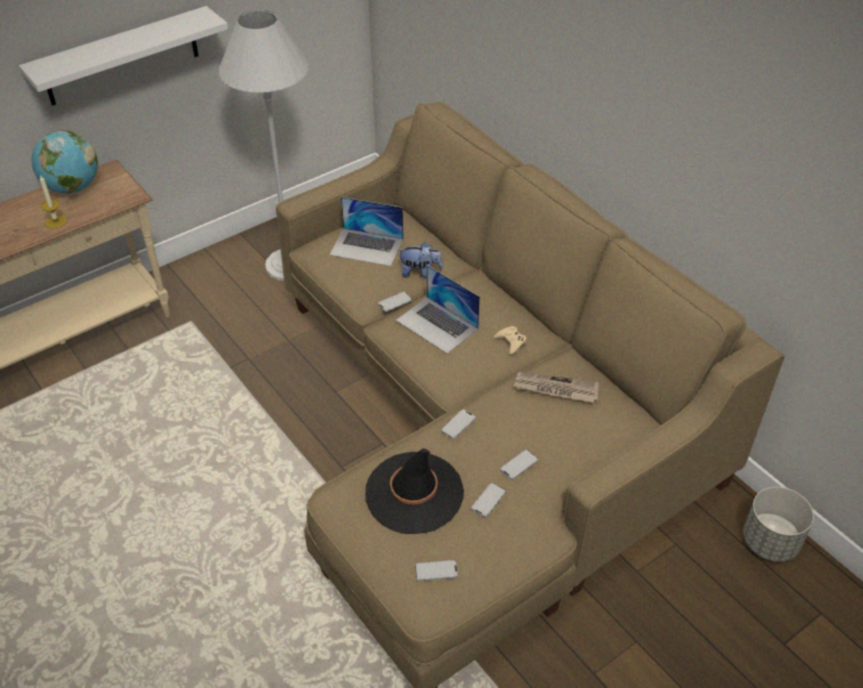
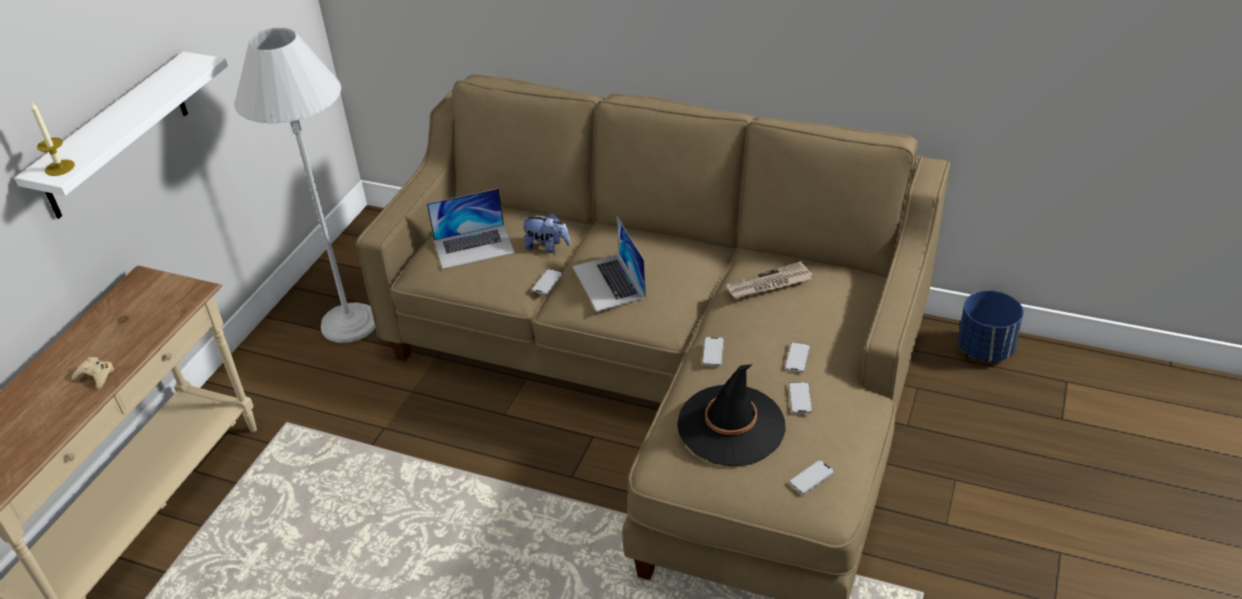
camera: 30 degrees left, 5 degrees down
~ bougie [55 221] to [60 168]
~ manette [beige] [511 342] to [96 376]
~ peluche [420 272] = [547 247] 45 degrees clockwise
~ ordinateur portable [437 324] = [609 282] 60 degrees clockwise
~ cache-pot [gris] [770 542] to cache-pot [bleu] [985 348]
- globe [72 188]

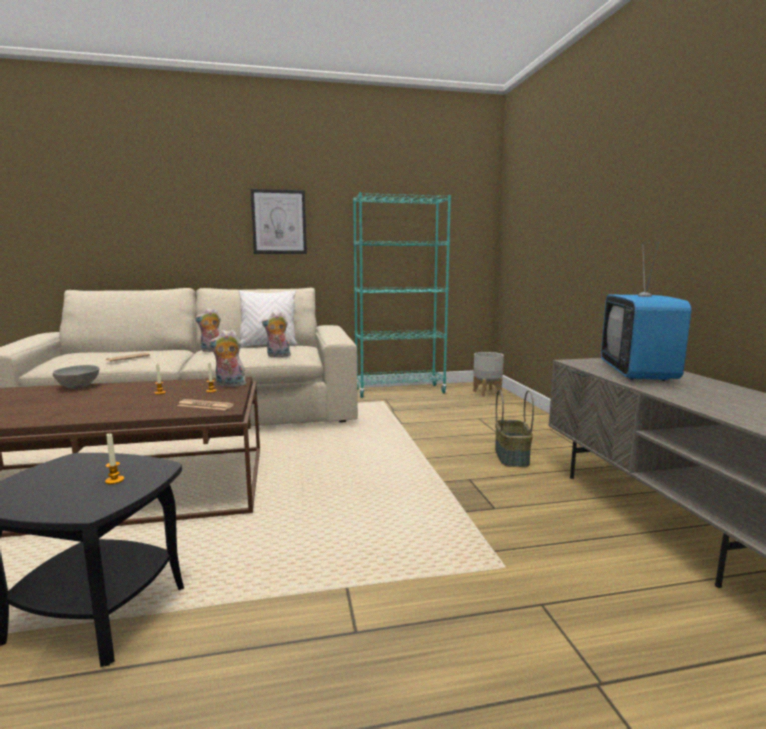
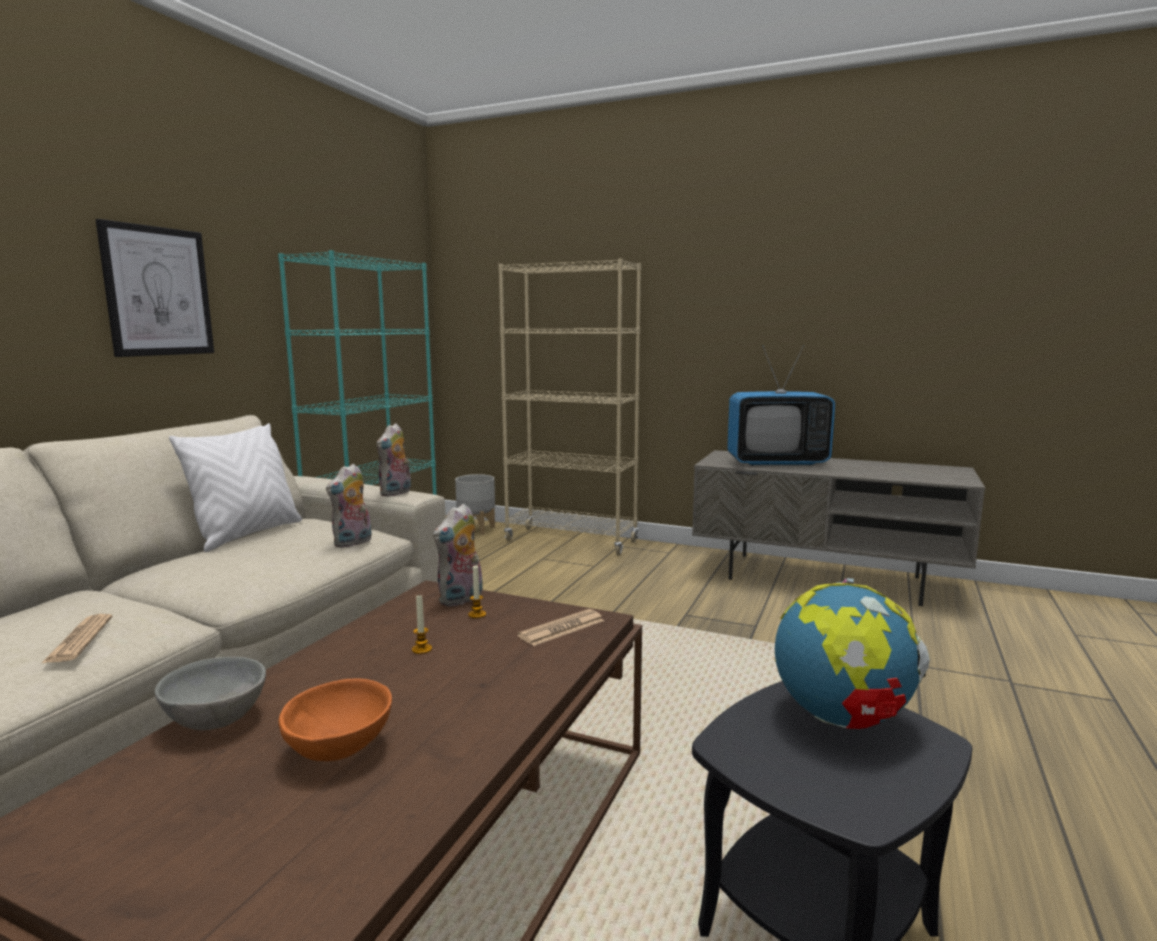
camera: 55 degrees left, 0 degrees up
+ bol [orange] [341 750]
~ peluche [212 351] to [396 493]
+ bibliothèque [beige] [571 541]
~ téléviseur [637 373] = [777 462] 45 degrees counterclockwise
~ bougie [114 480] to globe [842 719]
- panier [512 457]

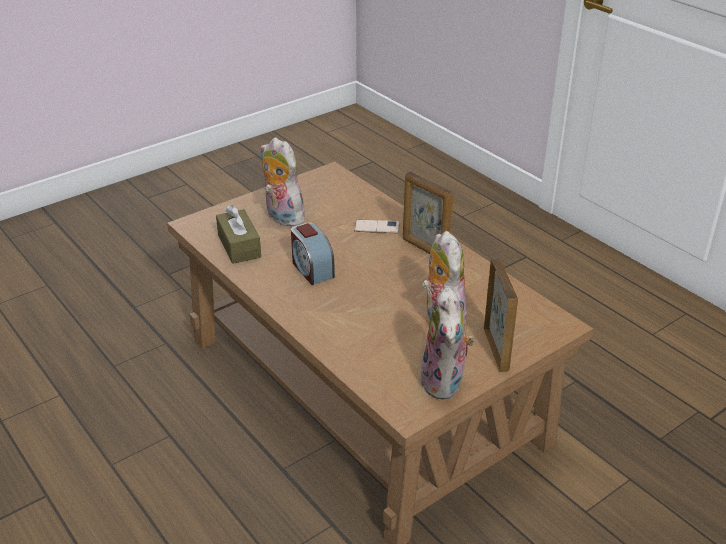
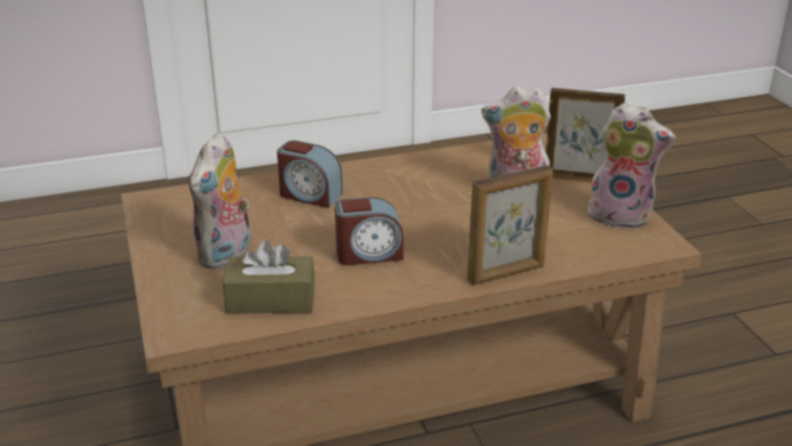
camera: 70 degrees left, 5 degrees down
~ peluche [282 217] = [226 255] 45 degrees counterclockwise
~ téléphone [377 227] to réveil [309 195]
~ cadre photo [424 249] to [507 273]

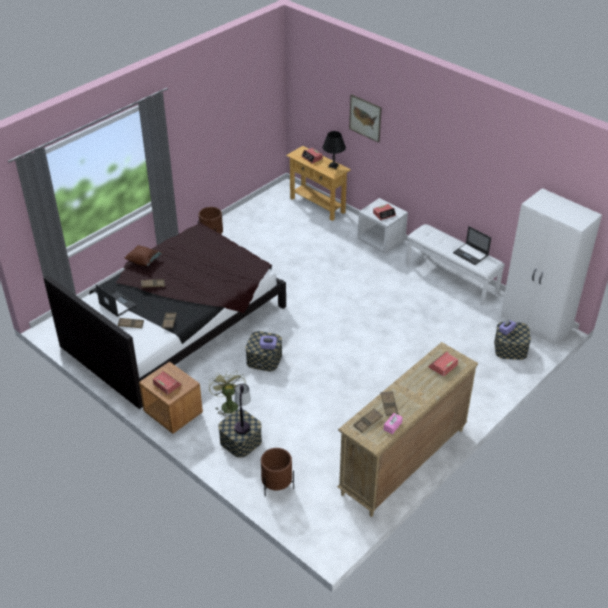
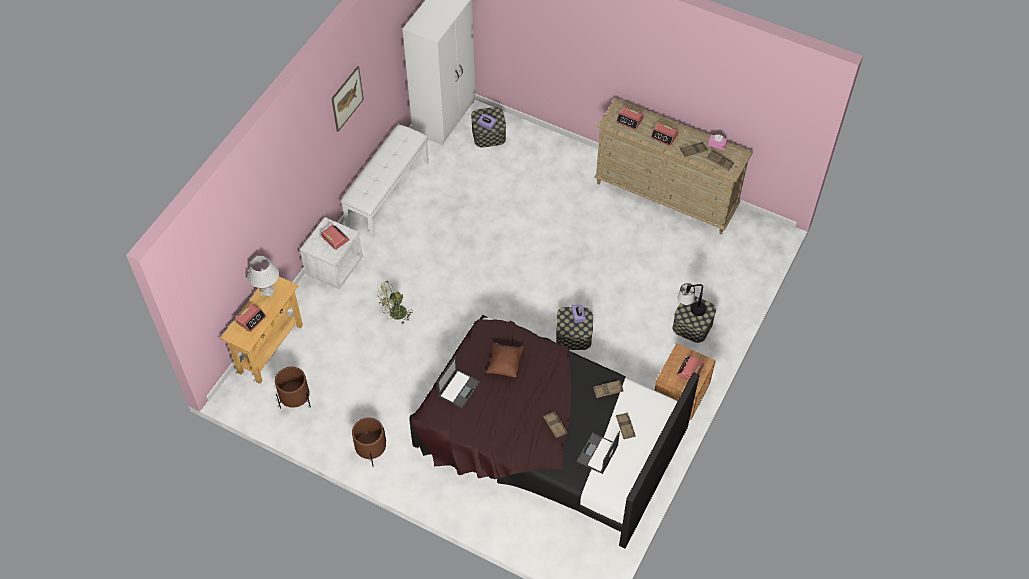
camera: 105 degrees left, 15 degrees up
~ lampe de table [noir] [333 166] to lampe de table [blanc] [267 291]
~ cache-pot [marron] [277 486] to [295 400]
~ tableau [365 118] to [347 98]
~ ventilateur [vert] [228 404] to [394 315]
~ ordinateur portable [471 254] to [459 388]
~ coussin [marron] [144 261] to [505 364]
+ réveil [664 136]

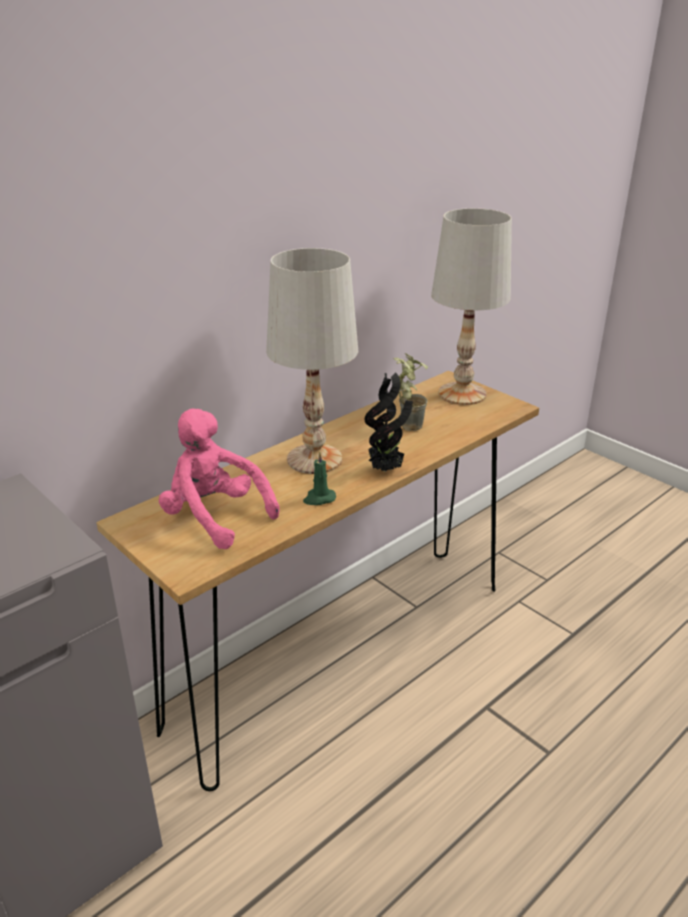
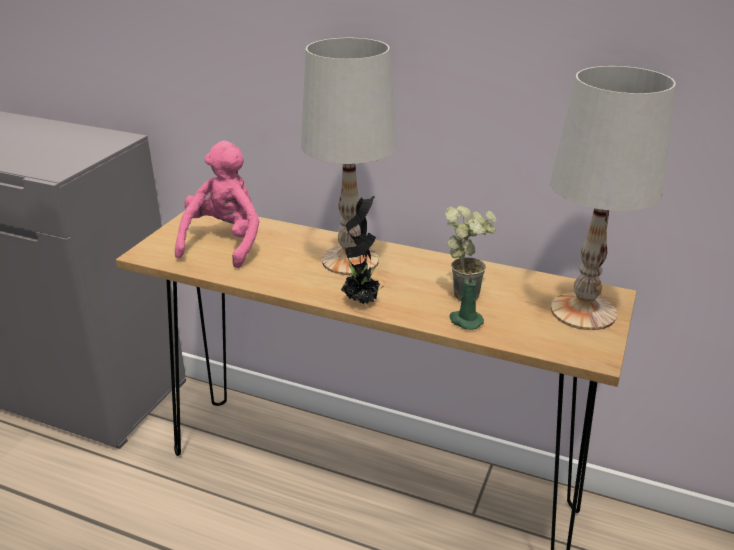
camera: 65 degrees right, 0 degrees up
~ bougie [vert] [319 498] to [465 321]

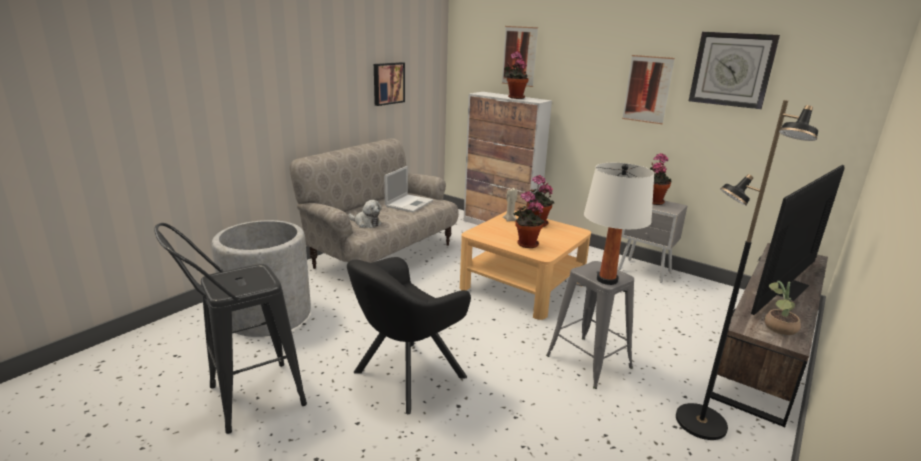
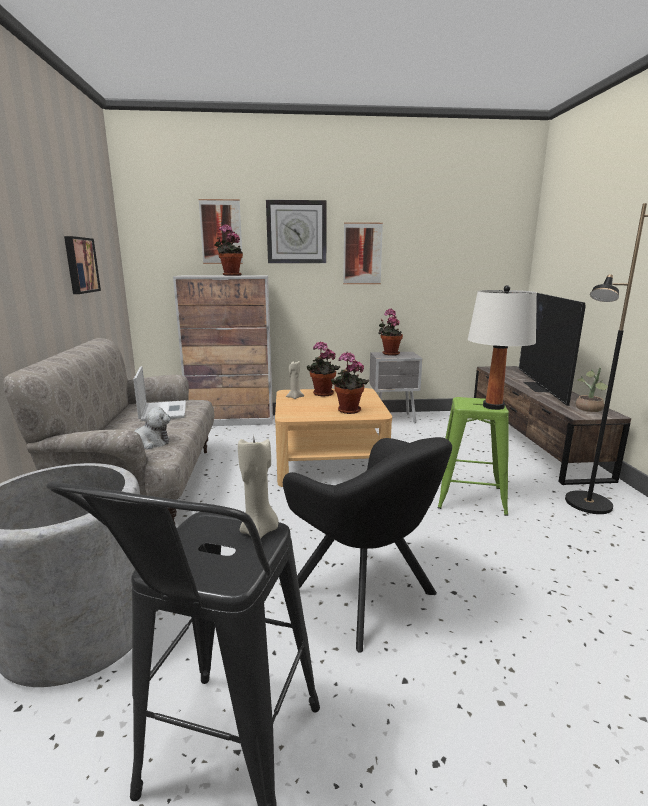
camera: 40 degrees left, 5 degrees down
+ bougie [beige] [259 531]
~ horloge murale [732 69] to [296 232]
~ fauteuil [noir] [404 377] = [367 597] 45 degrees counterclockwise
~ tabouret [gris] [589 362] to tabouret [vert] [470 498]

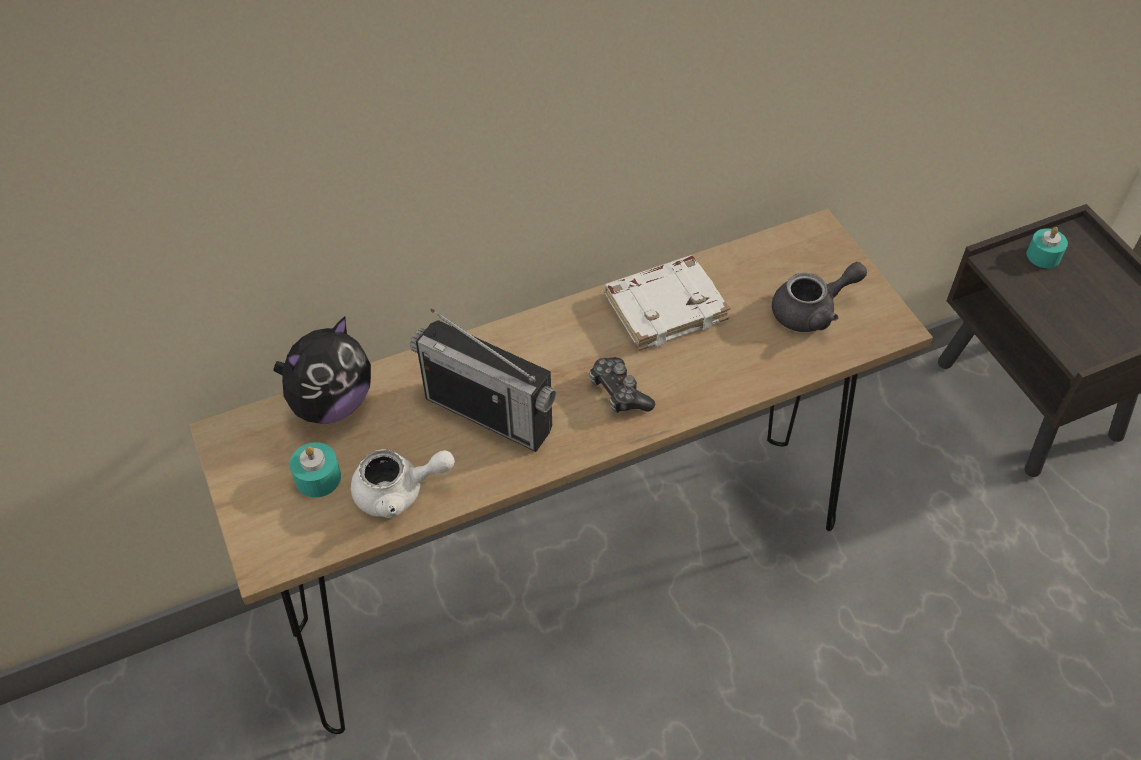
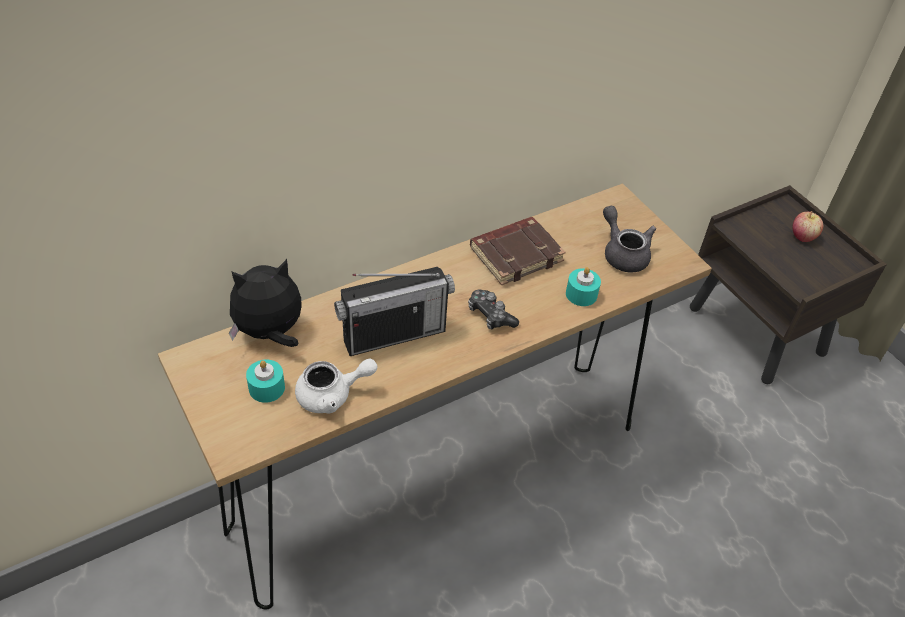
camera: 10 degrees left, 5 degrees down
~ peluche [331 403] = [270 333] 150 degrees counterclockwise
~ radio [489 413] = [394 334] 45 degrees counterclockwise
~ livre [blanc] [666 306] to livre [marron] [516 254]
~ bougie [turquoise] [1043 256] to [581 294]
~ théière [gris] [812 311] = [623 253] 90 degrees counterclockwise
+ pomme [802 237]

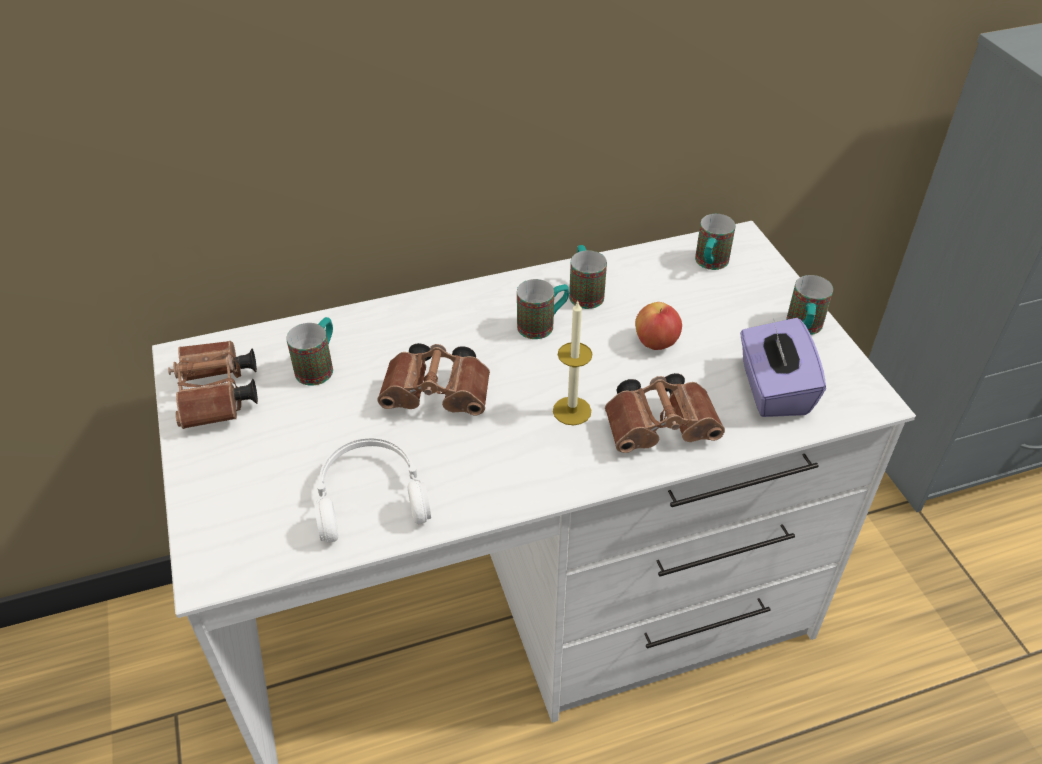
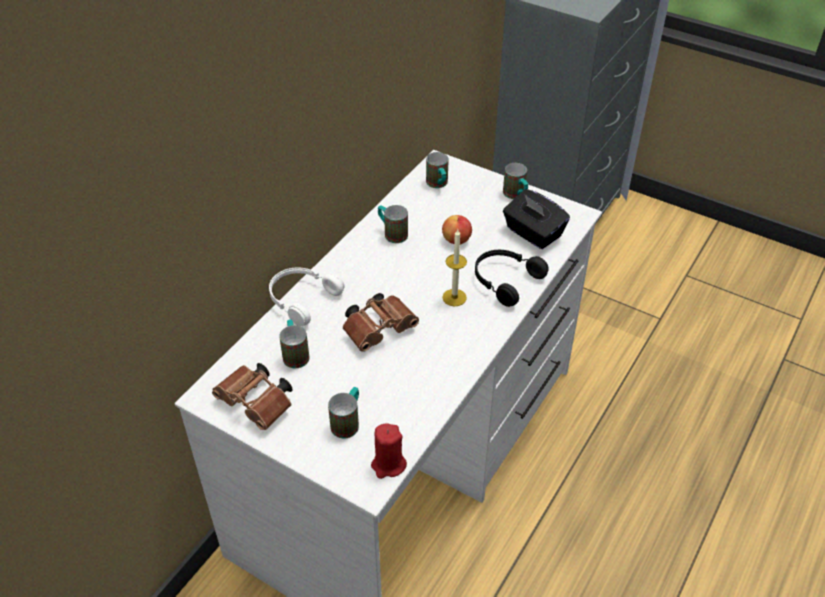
camera: 40 degrees left, 0 degrees up
~ casque audio [blanc] [370 496] to [301 299]
~ mug [543 325] to [348 422]
+ bougie [rouge] [388 465]
~ jumelles [marron] [663 428] to casque audio [noir] [505 280]
~ boîte à mouchoirs [violet] [773 389] to boîte à mouchoirs [noir] [533 233]

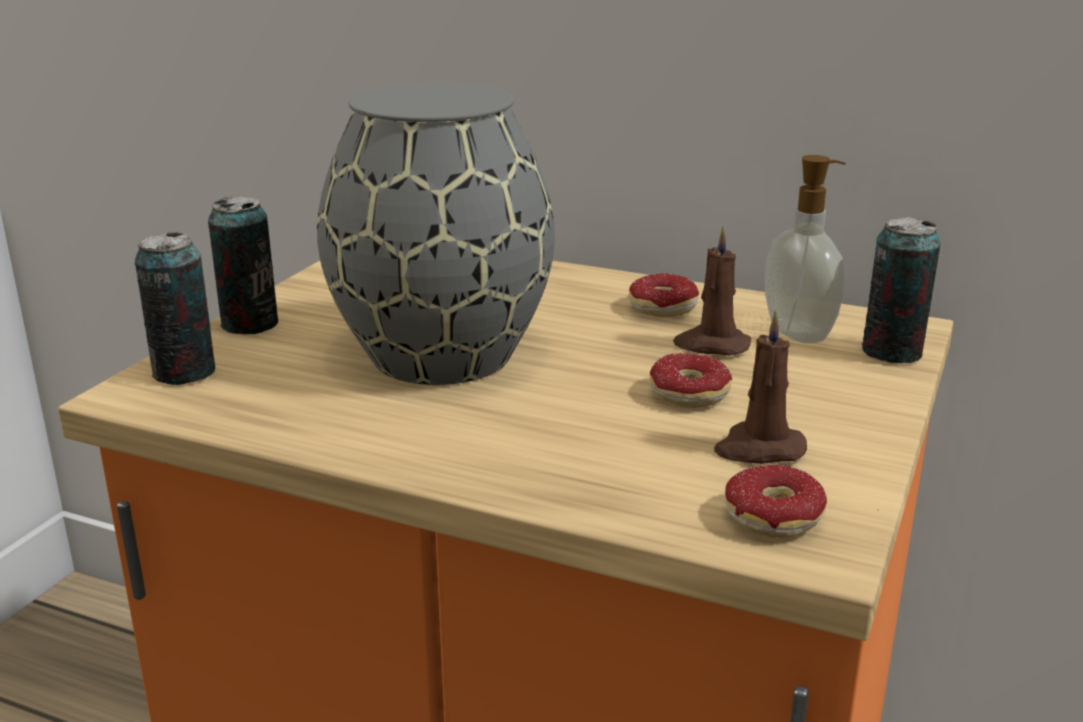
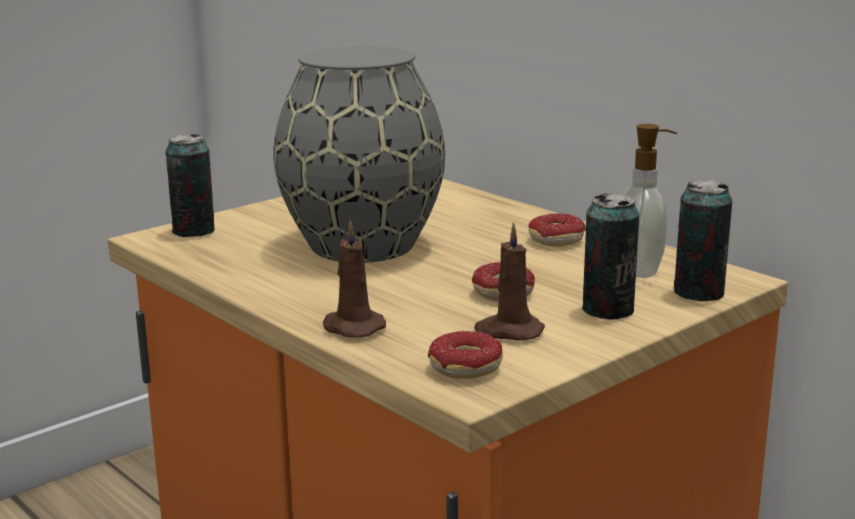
camera: 25 degrees right, 5 degrees down
~ bougie [marron] [711 345] to [351 327]
~ boîte métallique [250 324] to [607 310]

